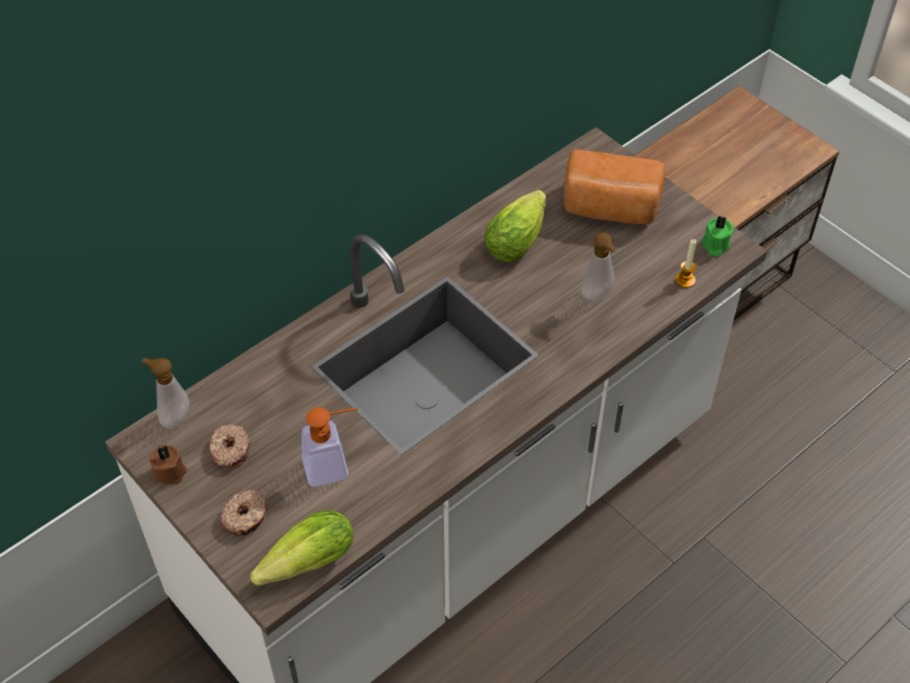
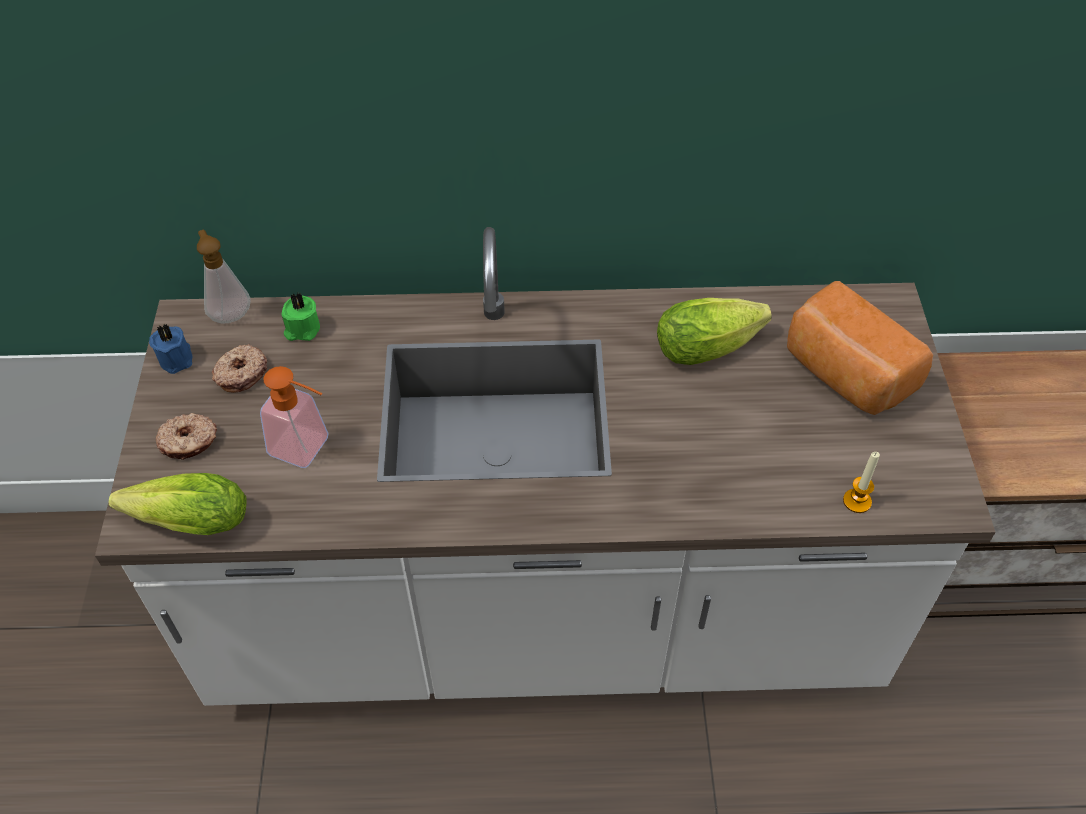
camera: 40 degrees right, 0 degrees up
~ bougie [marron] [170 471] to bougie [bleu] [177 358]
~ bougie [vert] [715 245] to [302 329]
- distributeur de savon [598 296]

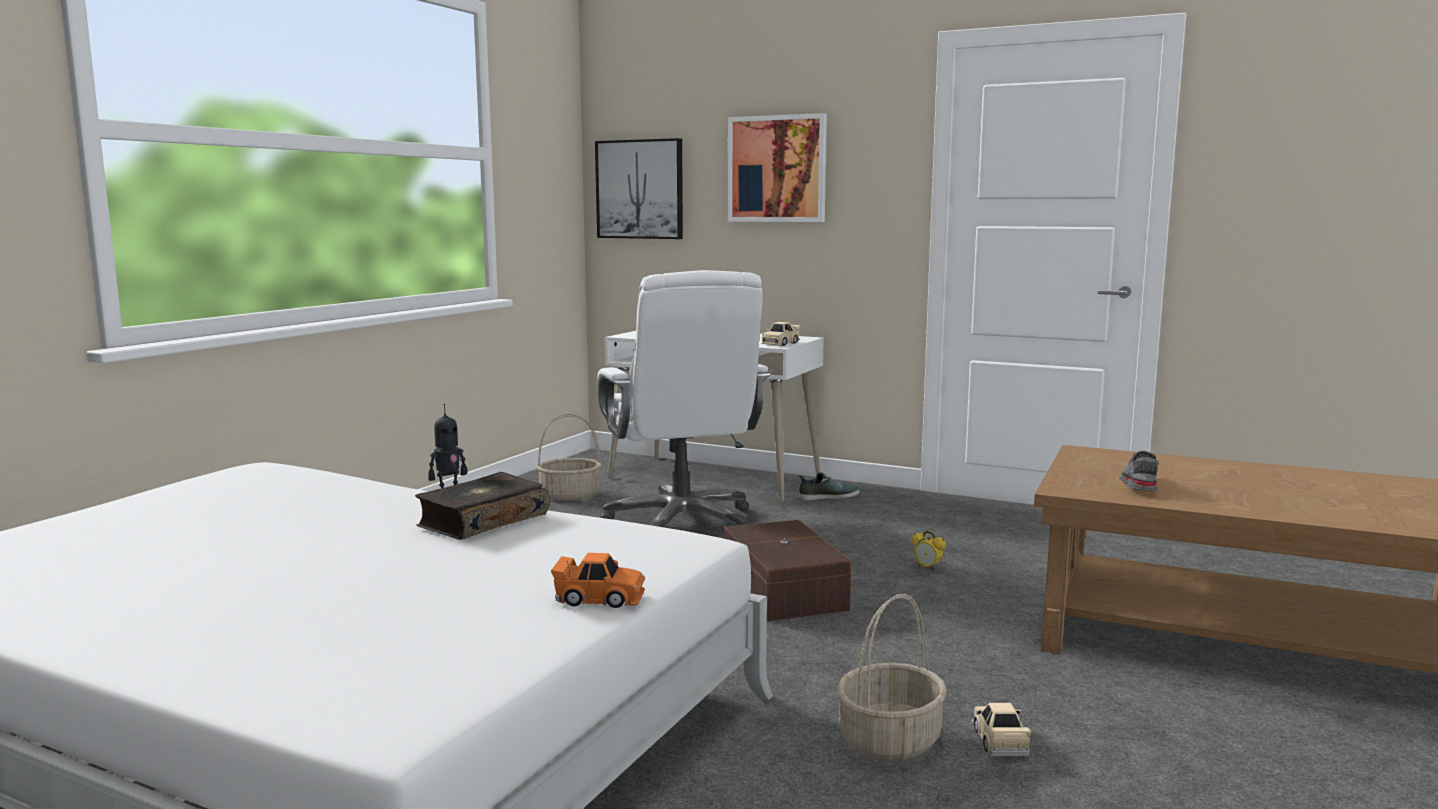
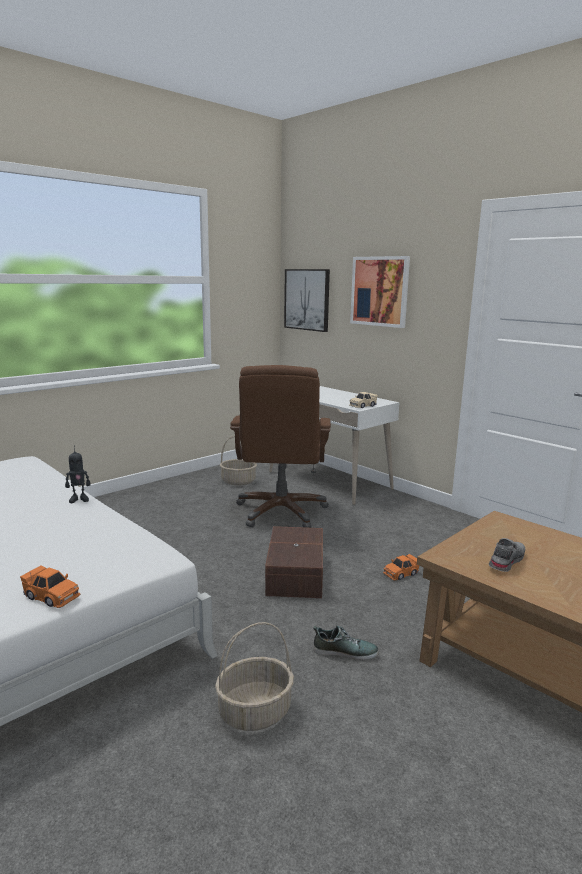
camera: 20 degrees right, 5 degrees up
~ chaise de bureau [blanc] [682 523] to chaise de bureau [marron] [281 512]
~ chaussure [828 496] to [345 651]
~ réveil [927 568] to petite voiture [orange] [401 573]
- livre [482 521]
- petite voiture [beige] [999 741]

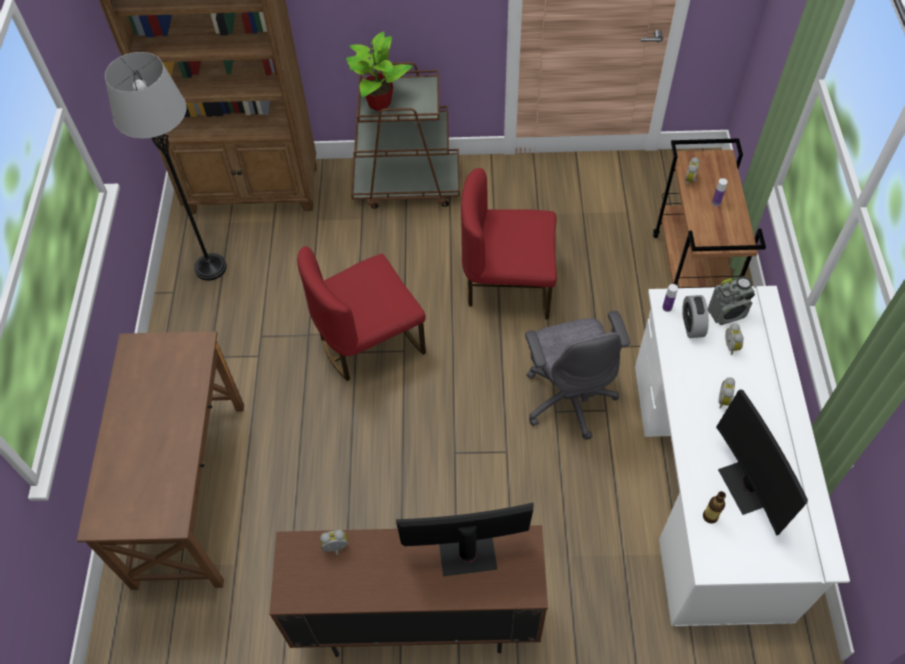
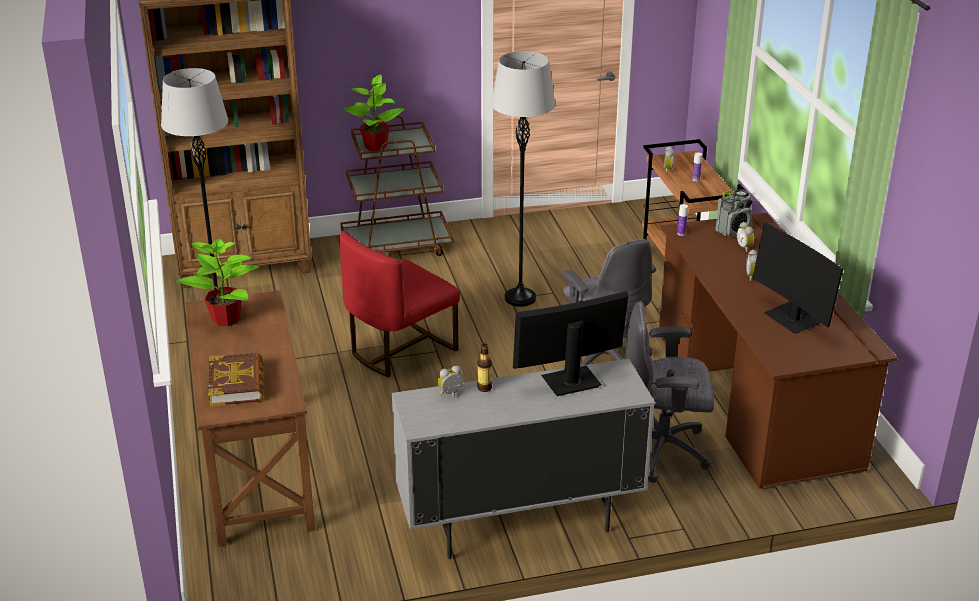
camera: 15 degrees left, 25 degrees down
+ plante en pot [227 319]
+ livre [237 384]
~ meuble de rangement [marron] [417 621] to meuble de rangement [gris] [520 523]
~ bouteille [710 516] to [484 388]
~ chaise [rouge] [508 285] to lampadaire [gris] [520 298]
+ chaise de bureau [gris] [663 451]
~ bureau [blanc] [708 486] to bureau [marron] [755 399]
- réveil [692 325]

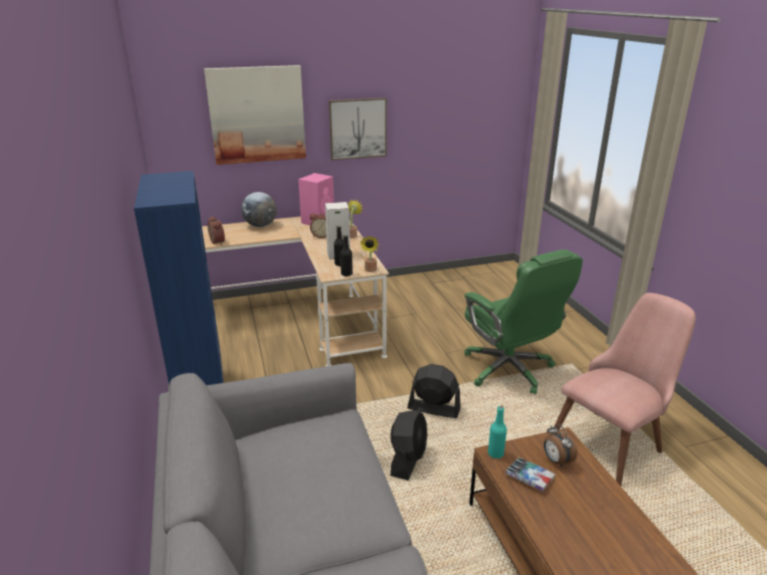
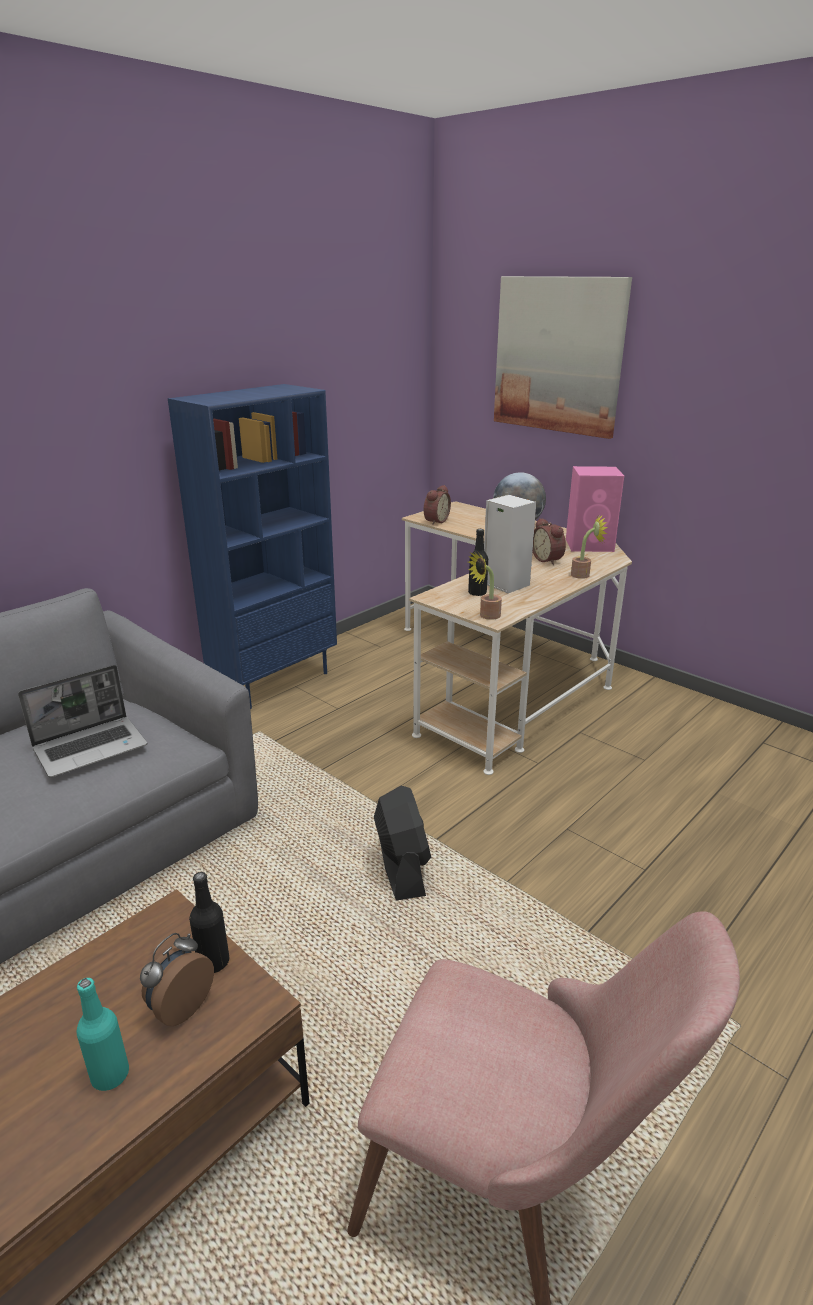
camera: 60 degrees right, 0 degrees up
+ ordinateur portable [91 747]
~ bouteille [turquoise] [495 453] to [110 1075]
~ bouteille [noir] [346 274] to [213 962]
- tableau [358 128]
- ventilateur [noir] [408 459]
- chaise de bureau [vert] [509 370]
- livre [529 477]

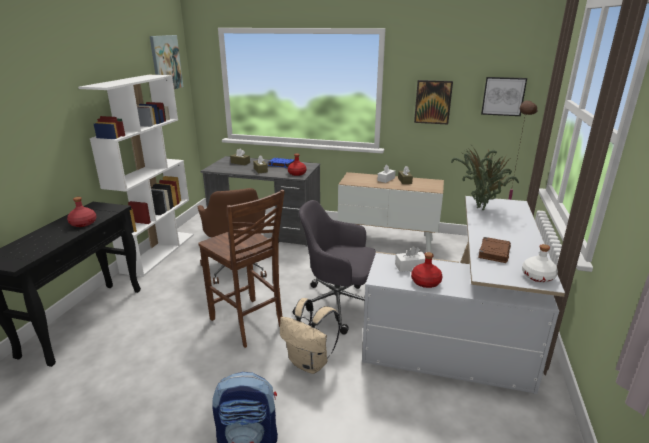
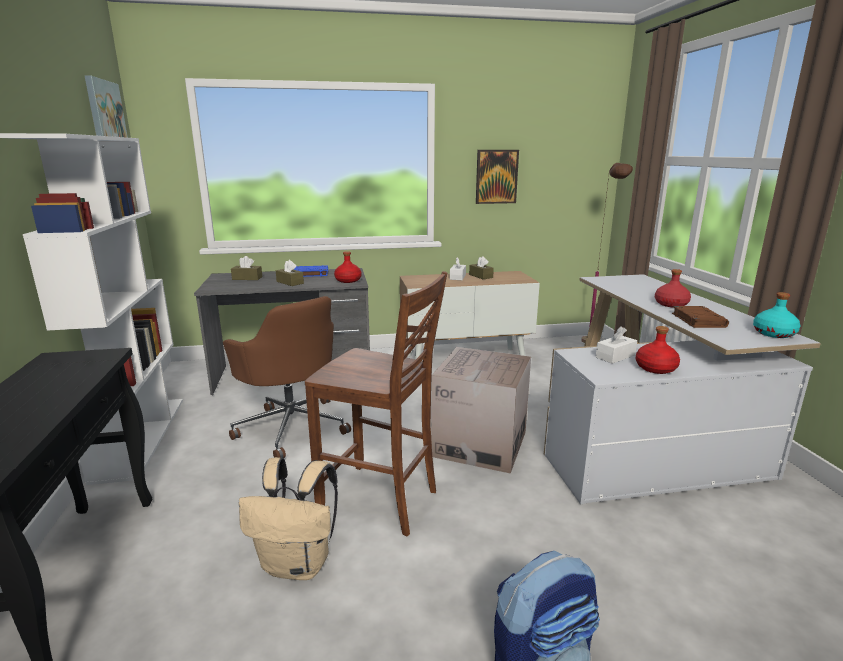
camera: 25 degrees left, 5 degrees down
~ sac à dos [beige] [310 363] to [298 564]
~ chaise de bureau [gris] [338 305] to carton [480 444]
~ bouteille [rouge] [83 223] to [671 304]
~ bouteille [blanc] [538 277] to bouteille [turquoise] [774 334]
- plante en pot [480 207]
- tableau [503 96]

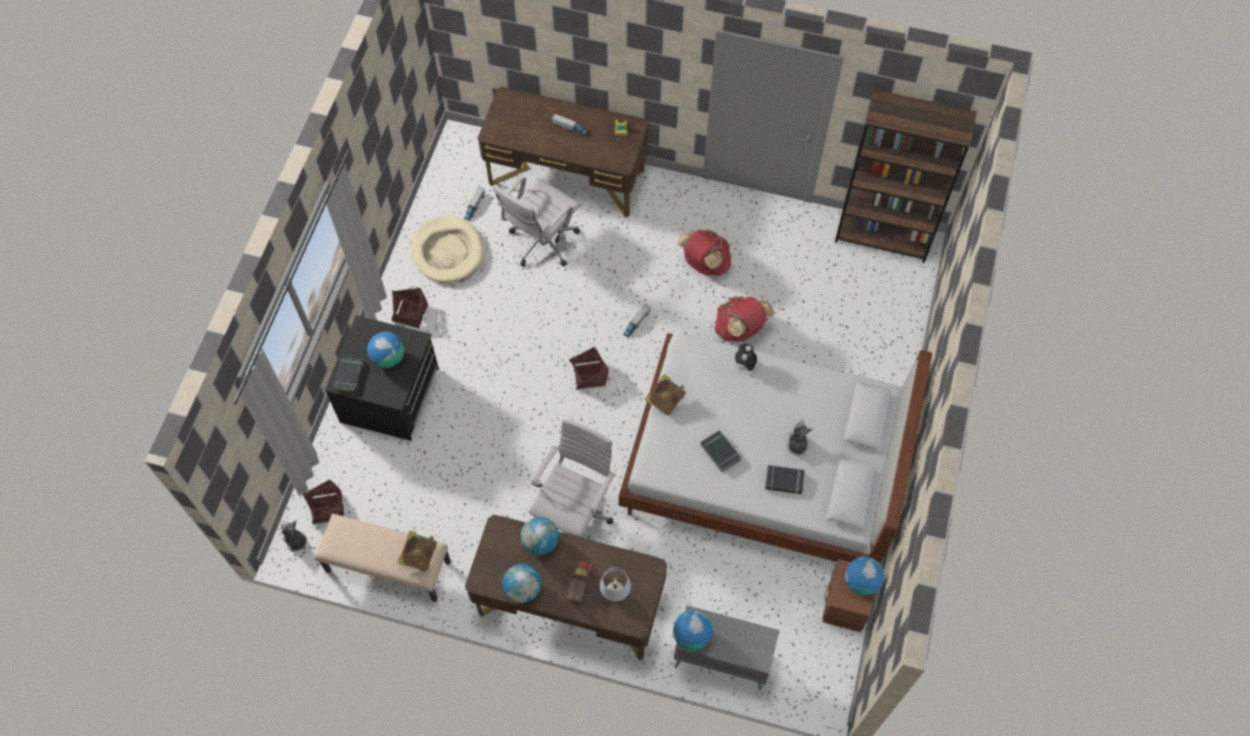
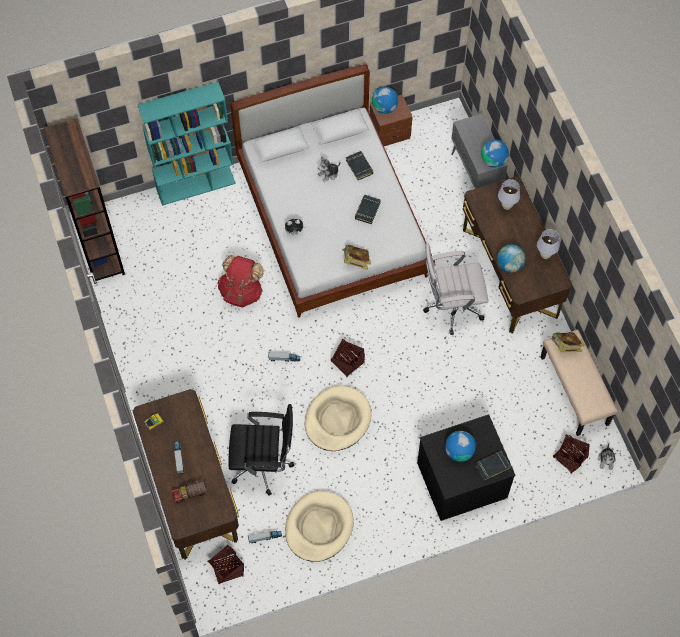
camera: 125 degrees left, 0 degrees up
+ bibliothèque [turquoise] [196 185]
~ camion jouet [579 584] to [190 493]
~ panier [410 314] to [227 568]
~ chaise de bureau [blanc] [541 244] to chaise de bureau [noir] [264 465]
+ panier pour chien [beige] [337 419]
~ globe [523 589] to lampe de table [blanc] [545 255]
- sac à dos [rouge] [704 264]

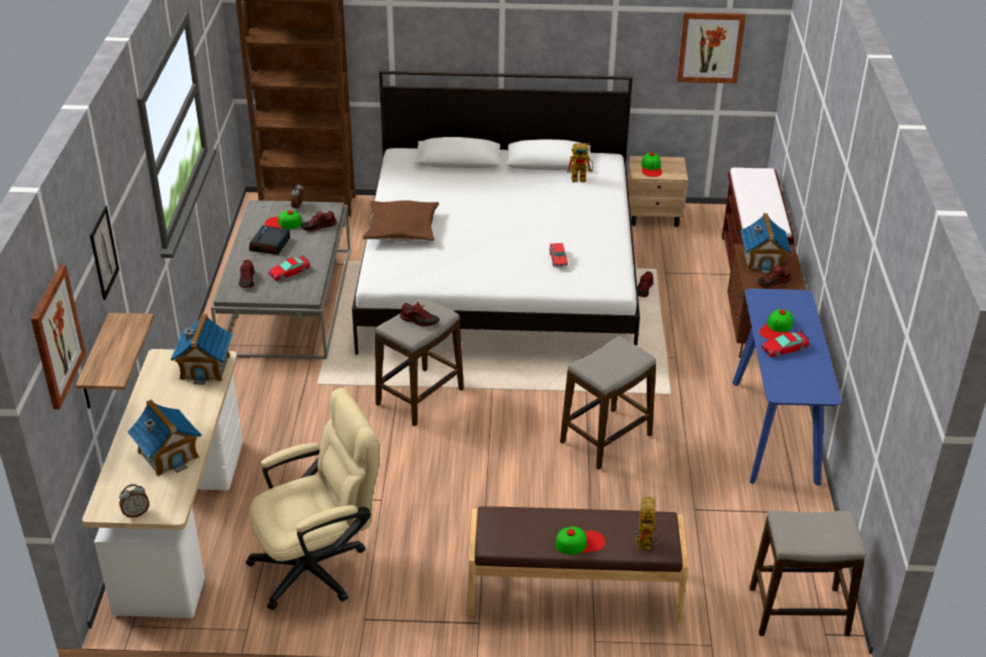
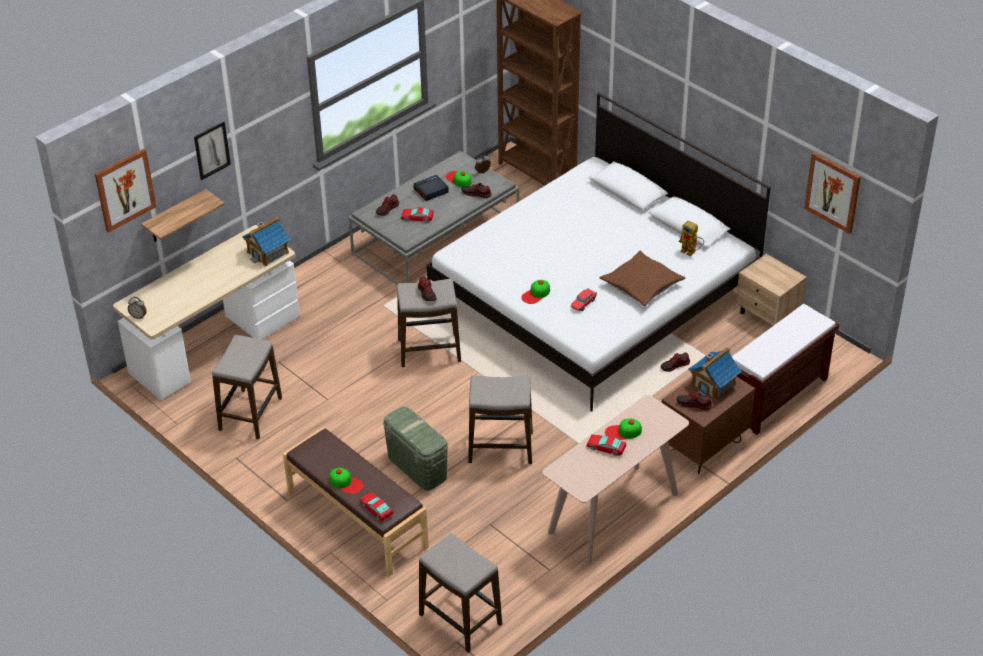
camera: 45 degrees right, 5 degrees up
~ chaise de bureau [beige] [319 565] to tabouret [251 414]
~ robot jouet [646 546] to petite voiture [377 509]
+ boîte de rangement [vert] [417 467]
~ casquette [651 168] to [536 294]
~ table console [bleu] [775 431] to table console [beige] [613 513]
~ coussin [marron] [402 229] to [641 285]
- maison miniature [168 454]

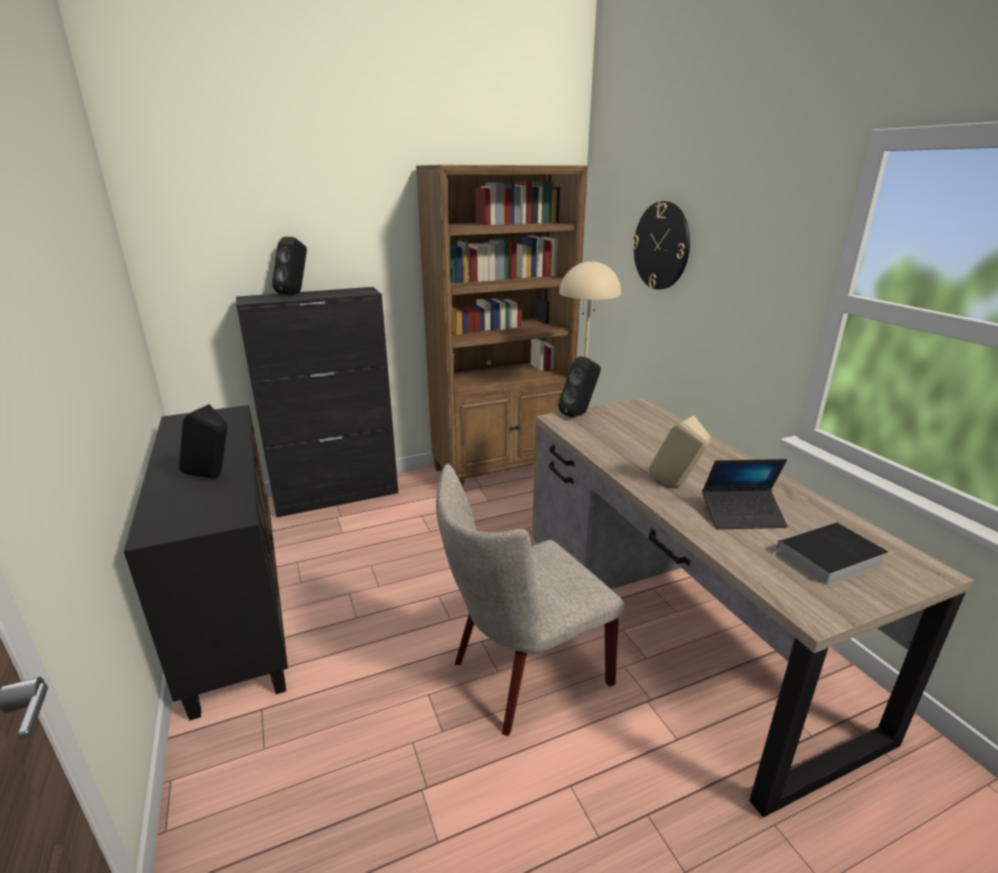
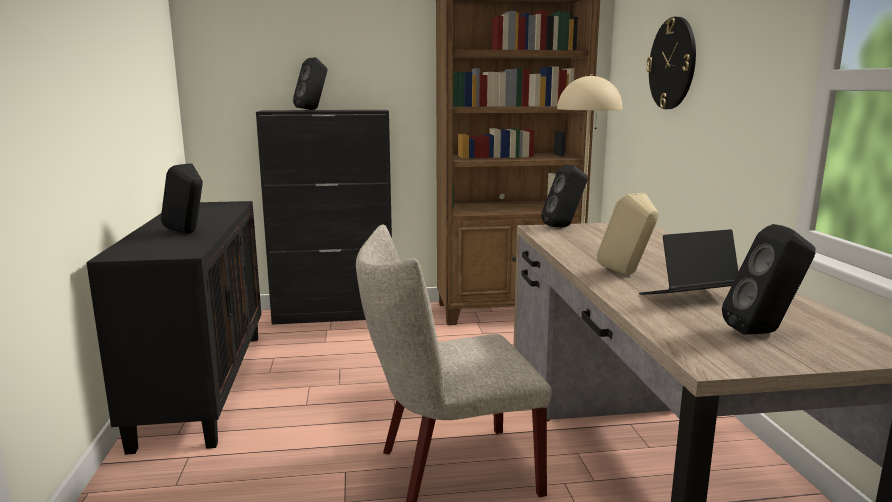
camera: 15 degrees right, 10 degrees down
~ ordinateur portable [742 516] = [687 298] 150 degrees clockwise
~ livre [827 559] to enceinte [noir] [764 332]

